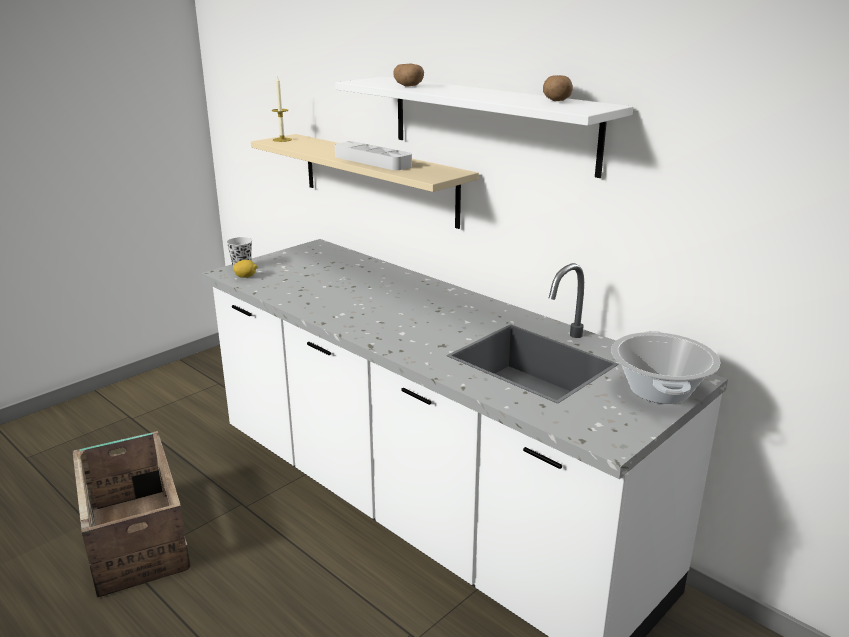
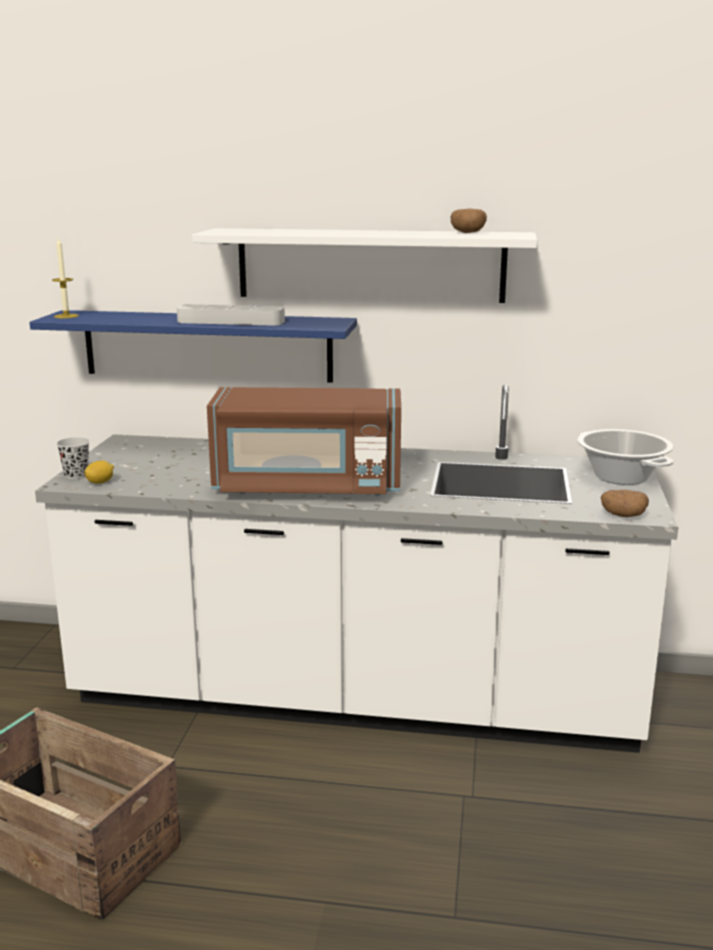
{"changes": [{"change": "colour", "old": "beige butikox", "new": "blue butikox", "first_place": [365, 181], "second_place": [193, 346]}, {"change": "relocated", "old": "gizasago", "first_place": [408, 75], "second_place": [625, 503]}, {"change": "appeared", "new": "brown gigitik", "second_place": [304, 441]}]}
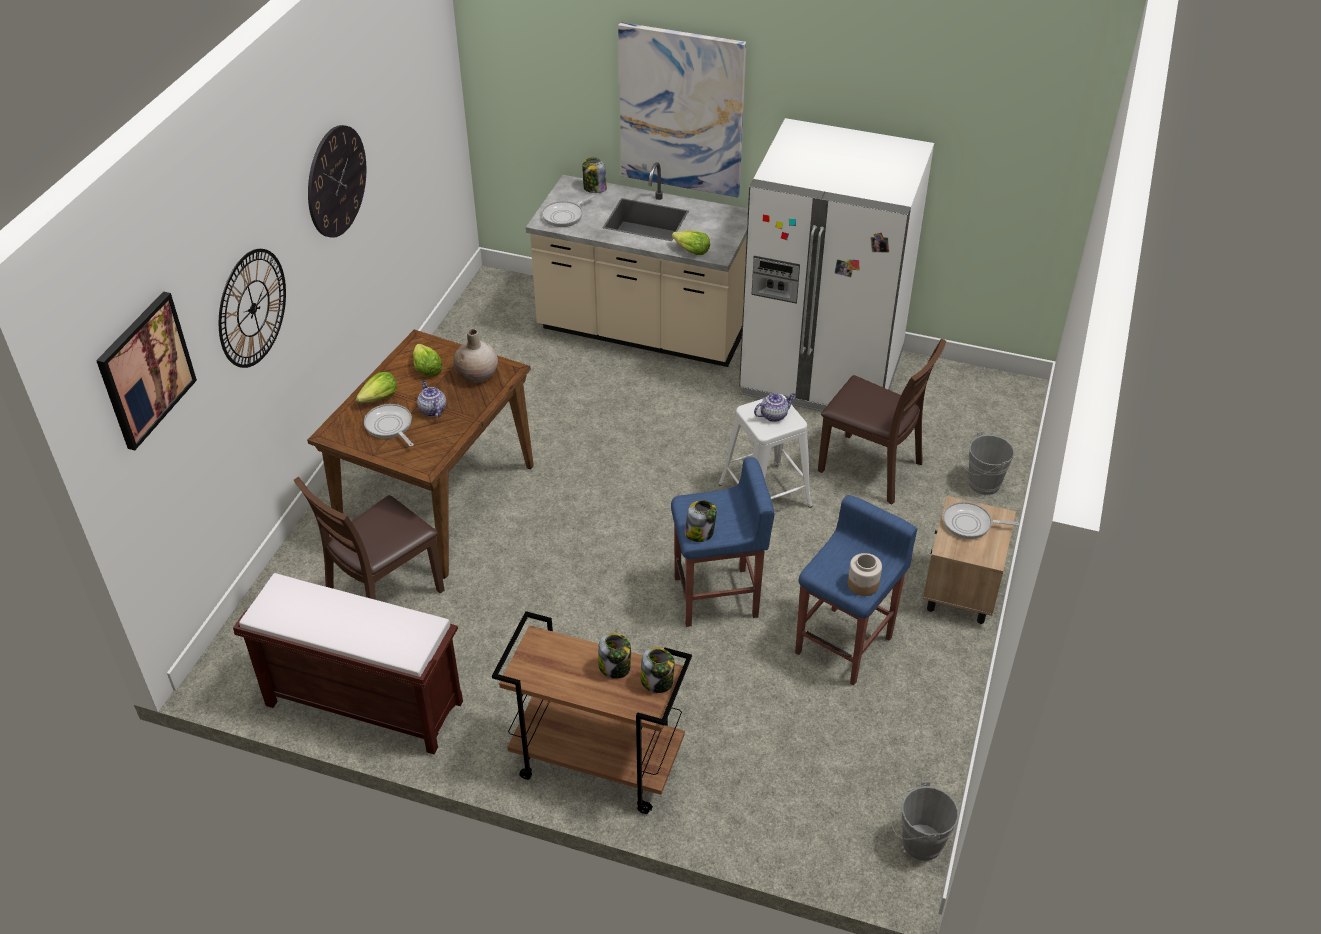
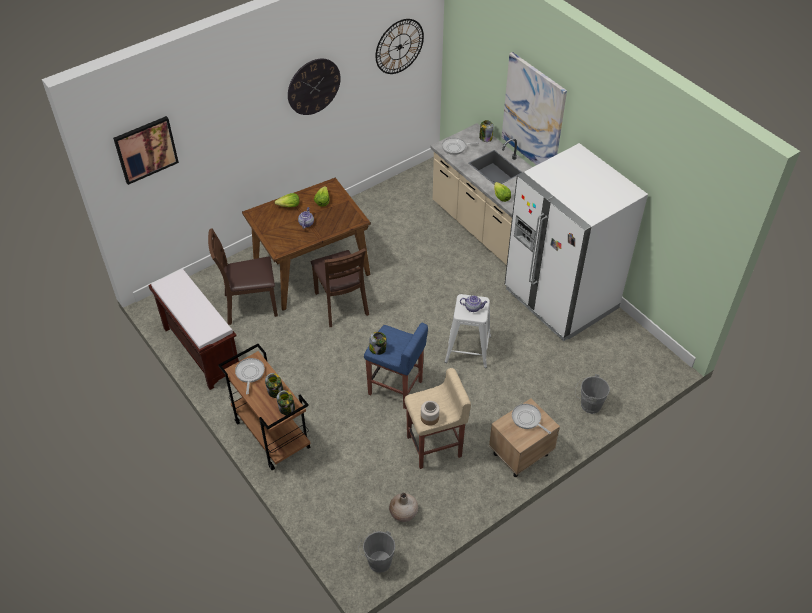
{"changes": [{"change": "relocated", "old": "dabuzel", "first_place": [252, 308], "second_place": [400, 46]}, {"change": "relocated", "old": "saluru", "first_place": [389, 425], "second_place": [250, 376]}, {"change": "relocated", "old": "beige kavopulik", "first_place": [475, 356], "second_place": [403, 507]}, {"change": "colour", "old": "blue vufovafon", "new": "beige vufovafon", "first_place": [856, 590], "second_place": [438, 418]}, {"change": "relocated", "old": "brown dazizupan", "first_place": [882, 422], "second_place": [340, 287]}]}
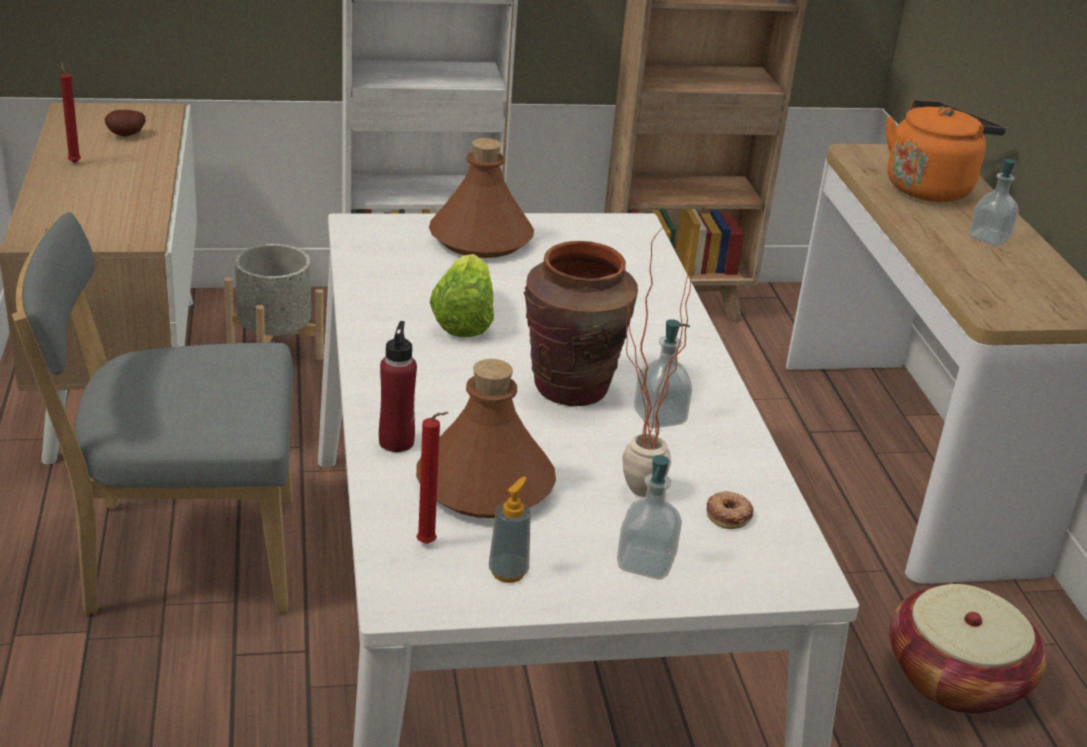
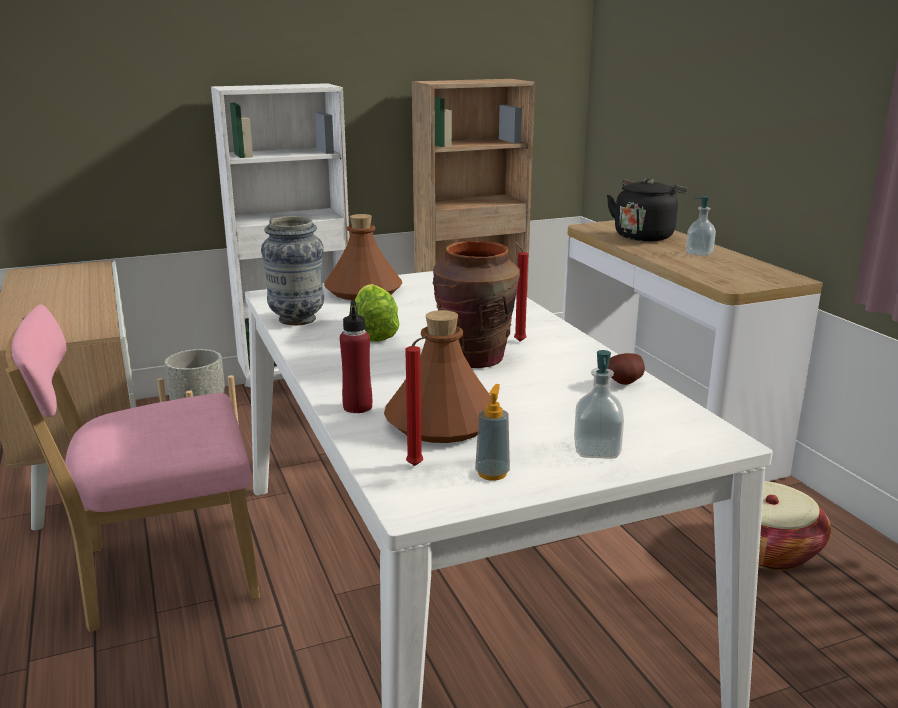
{"changes": [{"change": "colour", "old": "grey dazizupan", "new": "pink dazizupan", "first_place": [152, 413], "second_place": [132, 468]}, {"change": "relocated", "old": "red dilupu", "first_place": [70, 112], "second_place": [521, 291]}, {"change": "relocated", "old": "gizasago", "first_place": [125, 123], "second_place": [626, 369]}, {"change": "missing", "old": "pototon", "first_place": [657, 363]}, {"change": "missing", "old": "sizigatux", "first_place": [663, 373]}, {"change": "missing", "old": "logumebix", "first_place": [730, 510]}, {"change": "colour", "old": "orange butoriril", "new": "black butoriril", "first_place": [946, 151], "second_place": [647, 209]}, {"change": "appeared", "new": "kavopulik", "second_place": [292, 270]}]}
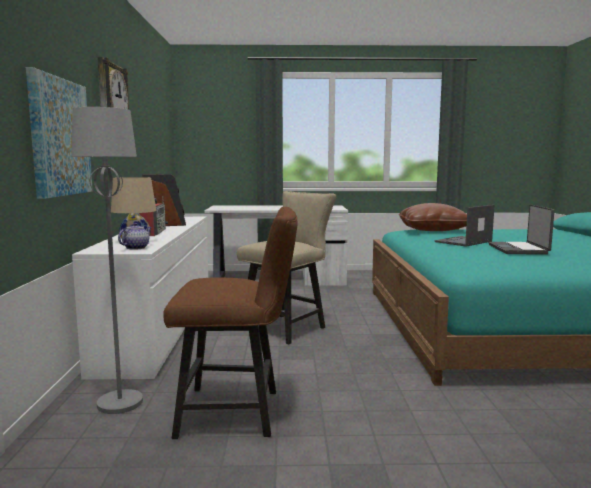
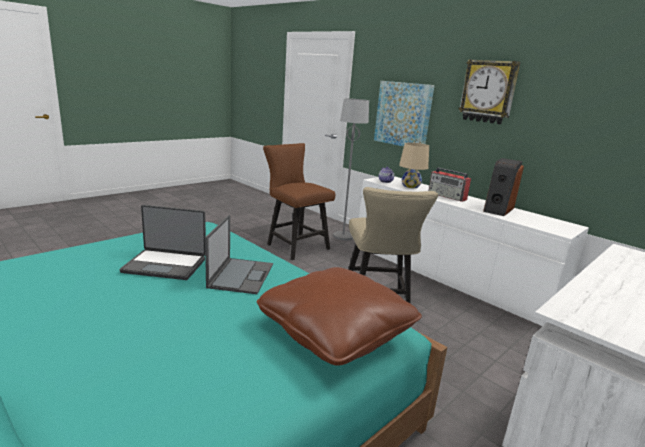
{"changes": [{"change": "spun", "old": "brown dazizupan", "first_place": [230, 323], "second_place": [299, 201], "degrees": 90}, {"change": "spun", "old": "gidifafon", "first_place": [521, 230], "second_place": [163, 242], "degrees": 135}]}
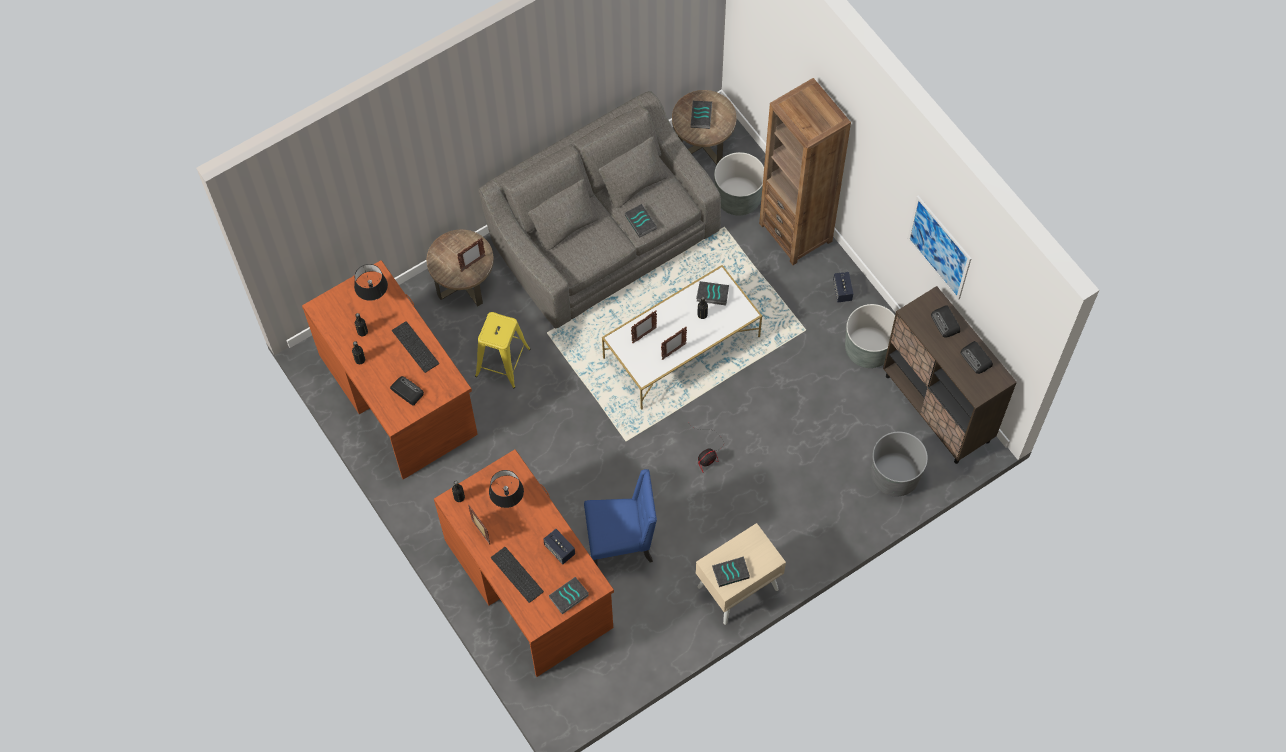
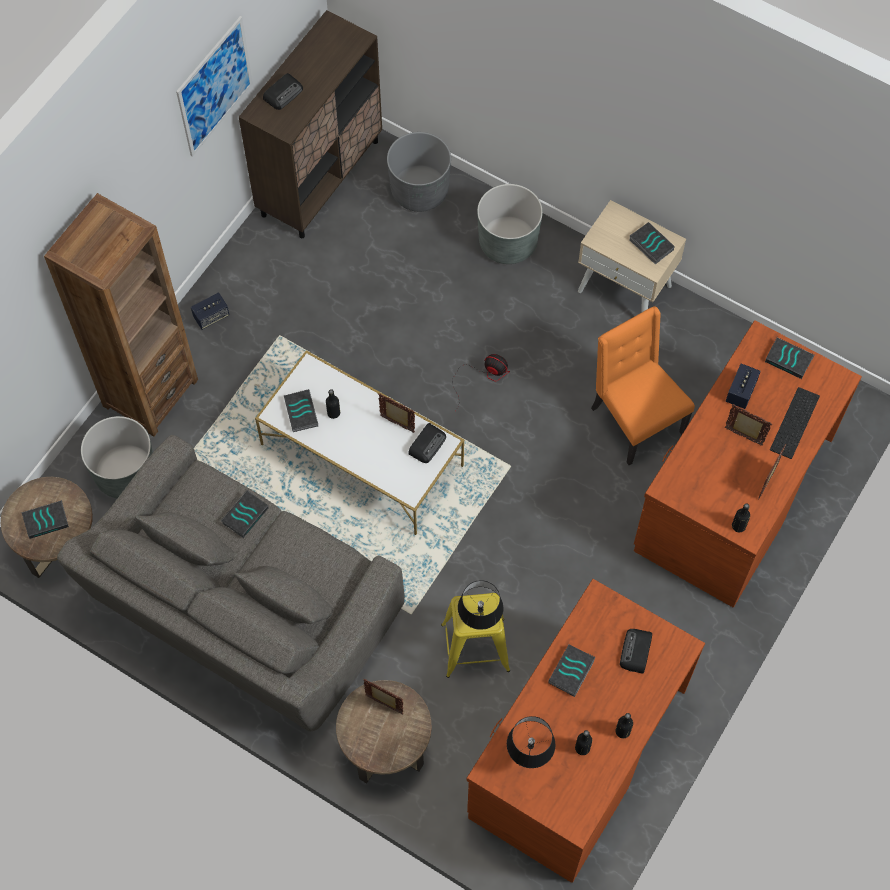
{"changes": [{"change": "exchanged", "old": "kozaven", "new": "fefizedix", "first_place": [415, 347], "second_place": [572, 670]}, {"change": "relocated", "old": "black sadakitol", "first_place": [506, 489], "second_place": [480, 605]}, {"change": "colour", "old": "blue dazizupan", "new": "orange dazizupan", "first_place": [620, 517], "second_place": [643, 385]}, {"change": "relocated", "old": "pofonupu", "first_place": [644, 327], "second_place": [748, 425]}, {"change": "relocated", "old": "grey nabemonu", "first_place": [870, 336], "second_place": [510, 224]}, {"change": "relocated", "old": "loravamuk", "first_place": [977, 357], "second_place": [427, 443]}]}
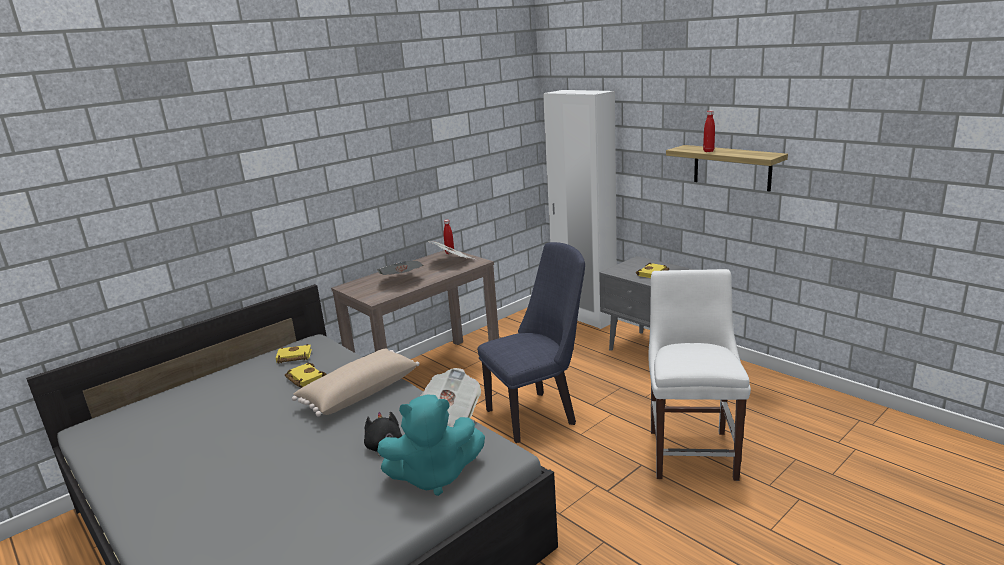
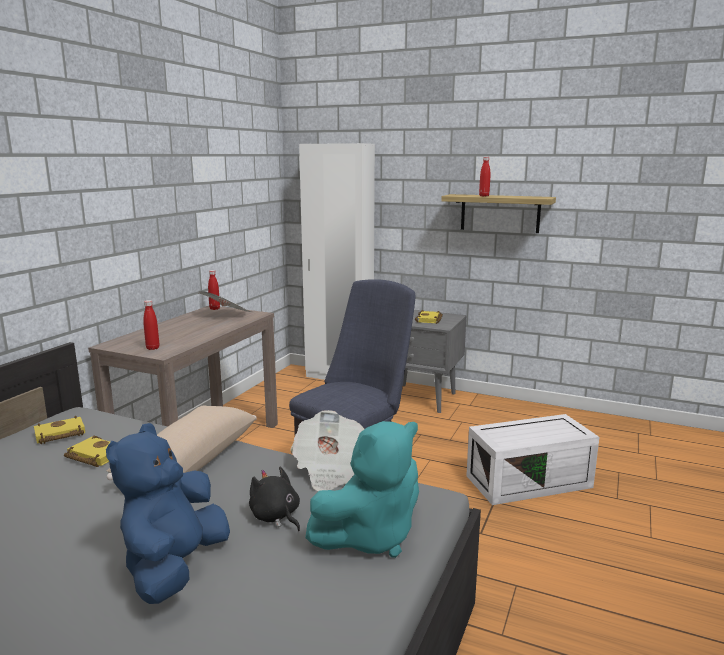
{"changes": [{"change": "missing", "old": "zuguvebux", "first_place": [400, 268]}, {"change": "exchanged", "old": "white dazizupan", "new": "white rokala", "first_place": [699, 375], "second_place": [532, 459]}, {"change": "appeared", "new": "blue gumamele", "second_place": [168, 513]}, {"change": "appeared", "new": "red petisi", "second_place": [151, 325]}]}
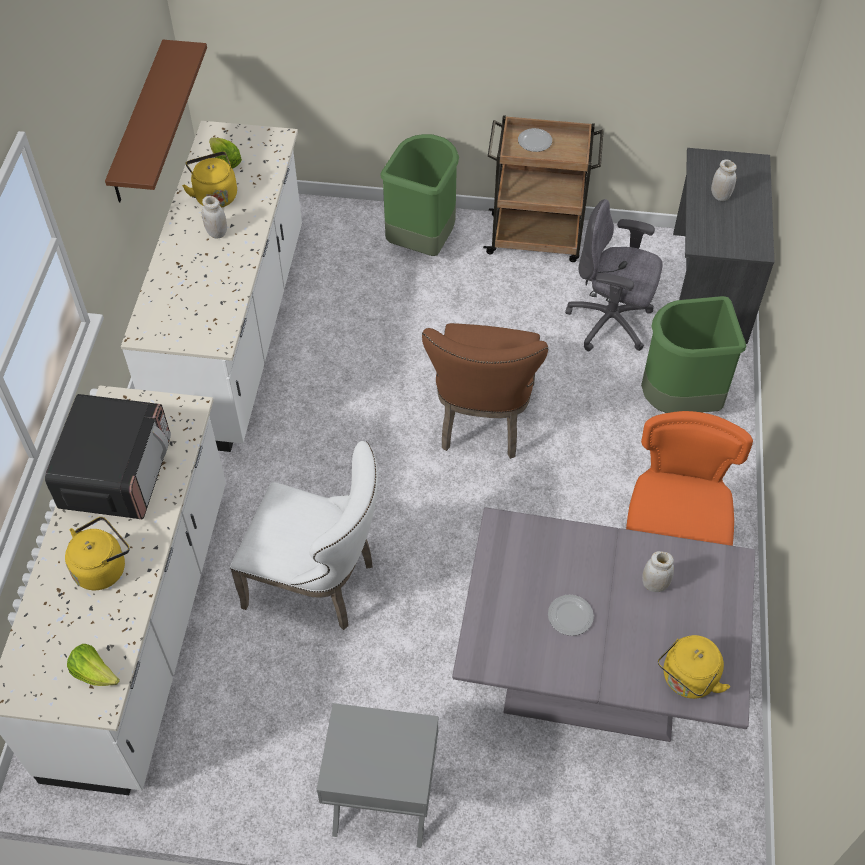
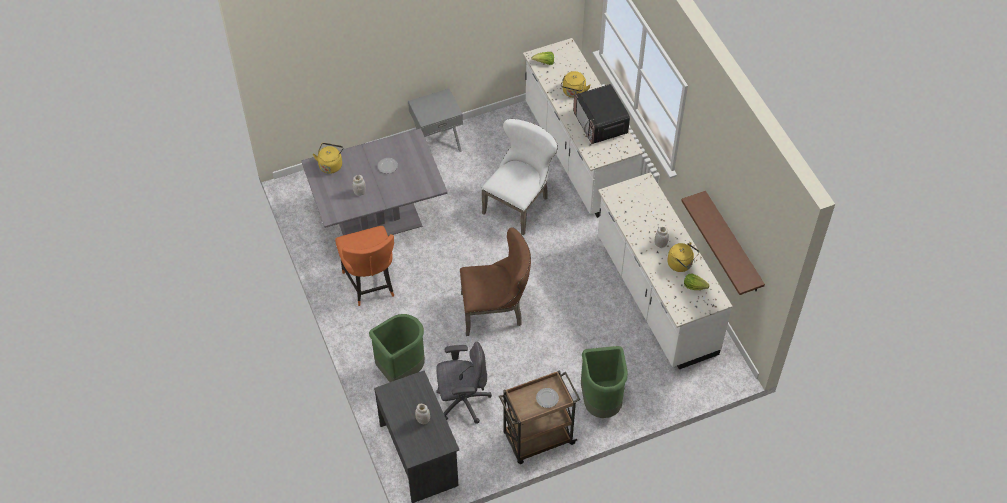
{"changes": [{"change": "spun", "old": "white dazizupan", "first_place": [304, 535], "second_place": [519, 177], "degrees": 135}, {"change": "spun", "old": "brown dazizupan", "first_place": [485, 391], "second_place": [495, 281], "degrees": 105}]}
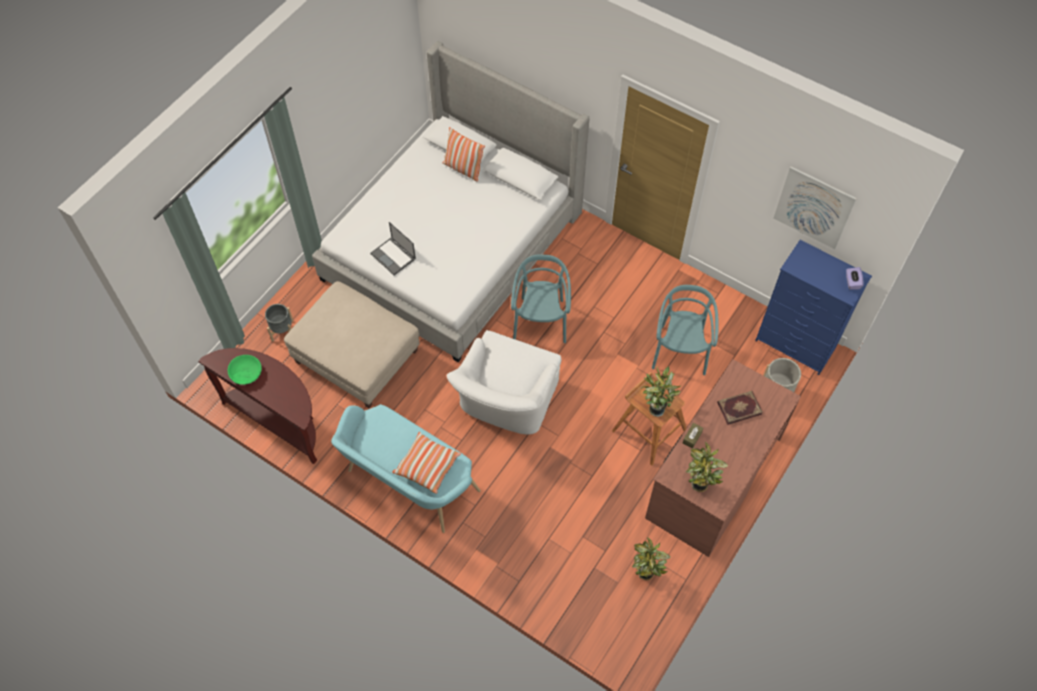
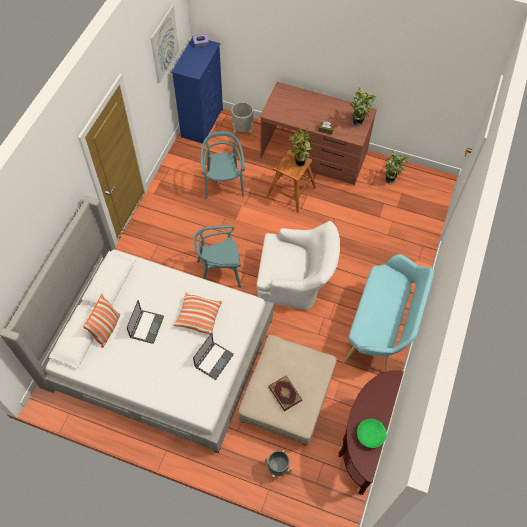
{"changes": [{"change": "relocated", "old": "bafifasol", "first_place": [426, 463], "second_place": [198, 314]}, {"change": "spun", "old": "turquoise dazizupan", "first_place": [685, 330], "second_place": [223, 165], "degrees": 90}, {"change": "relocated", "old": "fefizedix", "first_place": [740, 408], "second_place": [285, 393]}, {"change": "appeared", "new": "gidifafon", "second_place": [145, 322]}]}
